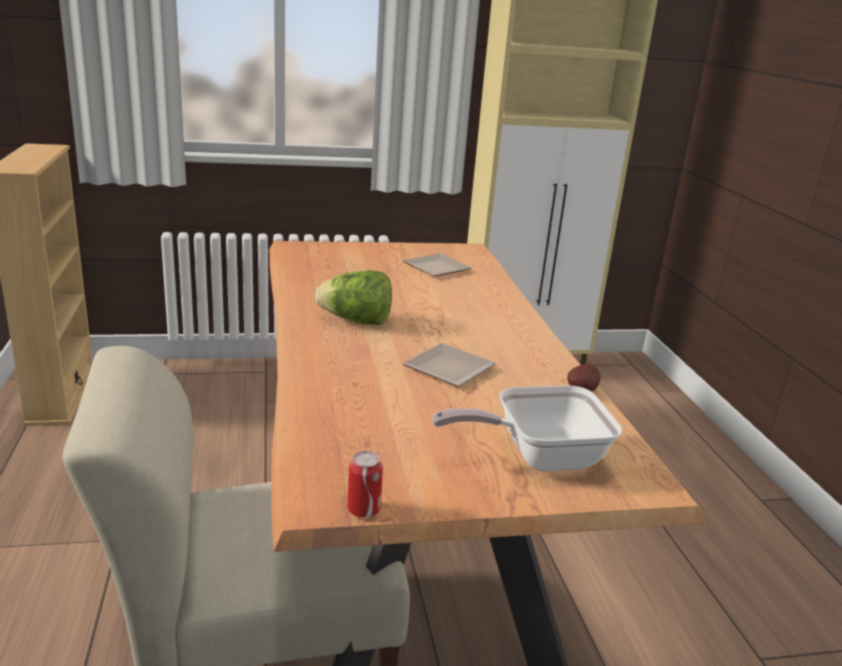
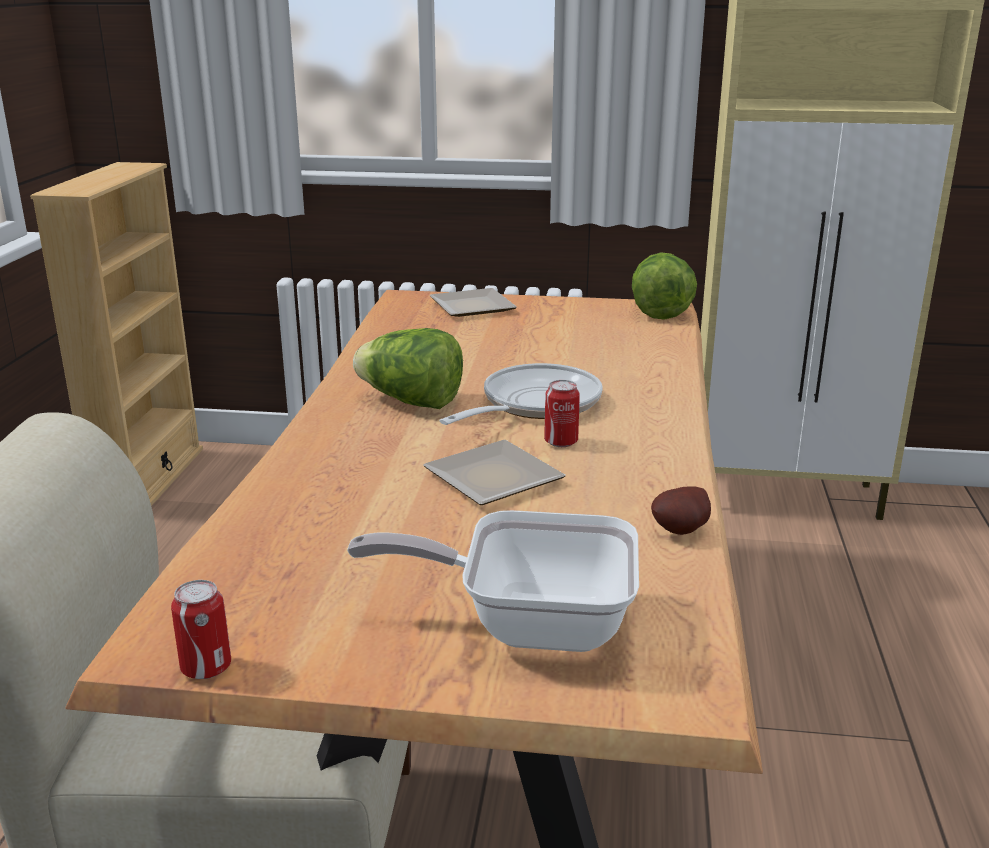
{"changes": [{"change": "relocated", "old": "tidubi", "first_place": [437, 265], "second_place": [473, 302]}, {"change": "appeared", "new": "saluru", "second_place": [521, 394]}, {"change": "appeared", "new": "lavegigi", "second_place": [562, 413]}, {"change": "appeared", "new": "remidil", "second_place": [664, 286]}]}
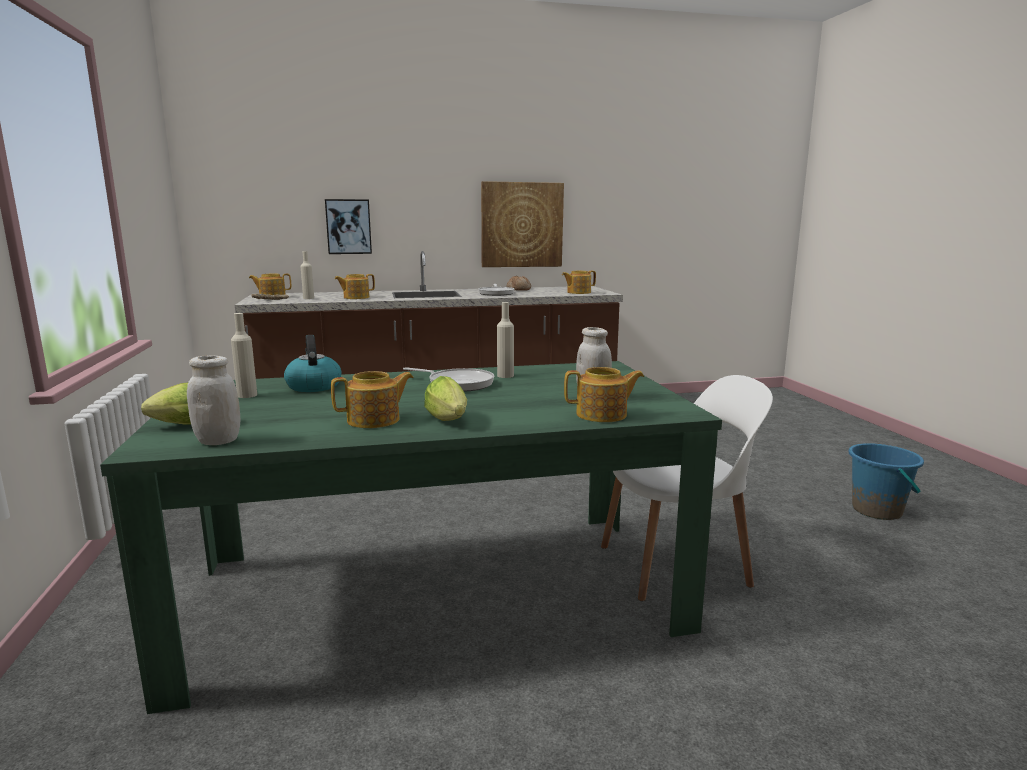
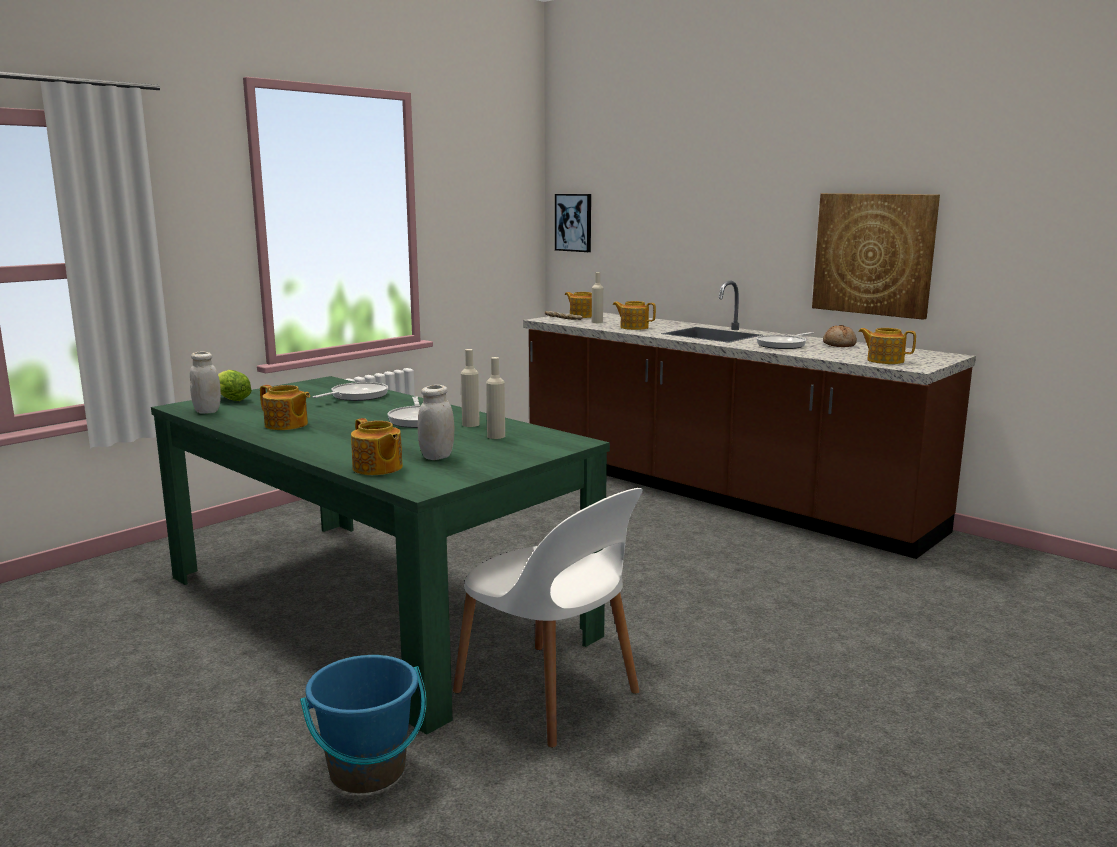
{"changes": [{"change": "relocated", "old": "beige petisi", "first_place": [244, 355], "second_place": [495, 398]}, {"change": "exchanged", "old": "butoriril", "new": "saluru", "first_place": [313, 363], "second_place": [350, 391]}, {"change": "relocated", "old": "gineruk", "first_place": [348, 226], "second_place": [573, 223]}, {"change": "missing", "old": "remidil", "first_place": [445, 398]}, {"change": "relocated", "old": "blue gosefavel", "first_place": [886, 481], "second_place": [363, 724]}]}
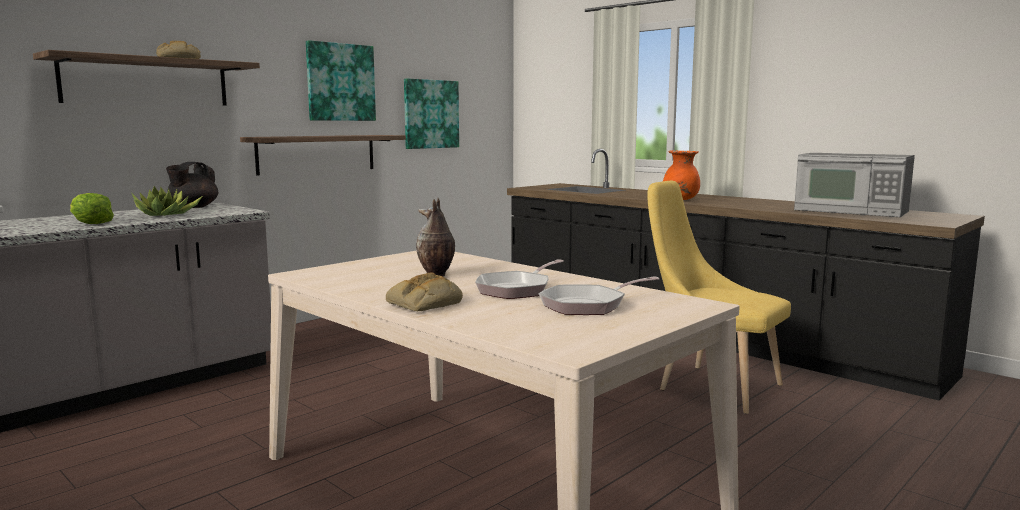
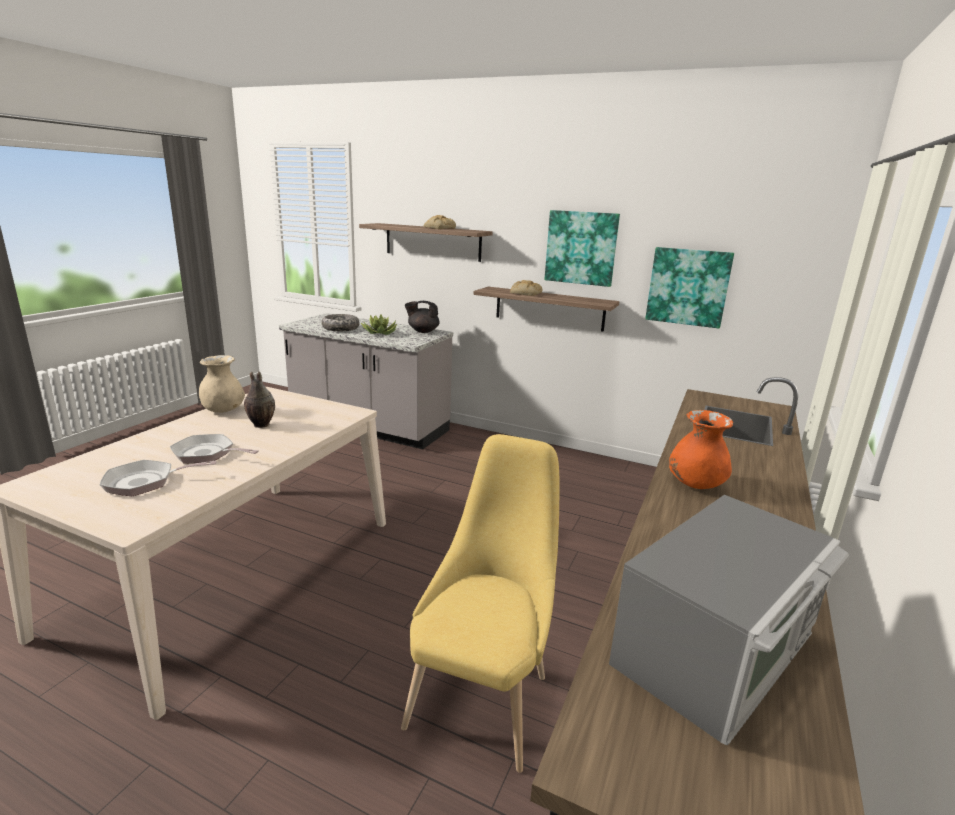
{"changes": [{"change": "exchanged", "old": "remidil", "new": "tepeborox", "first_place": [92, 208], "second_place": [340, 322]}, {"change": "relocated", "old": "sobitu", "first_place": [424, 292], "second_place": [526, 288]}, {"change": "spun", "old": "saluru", "first_place": [599, 295], "second_place": [158, 478], "degrees": -60}, {"change": "spun", "old": "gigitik", "first_place": [854, 185], "second_place": [729, 620], "degrees": -150}, {"change": "appeared", "new": "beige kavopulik", "second_place": [222, 384]}]}
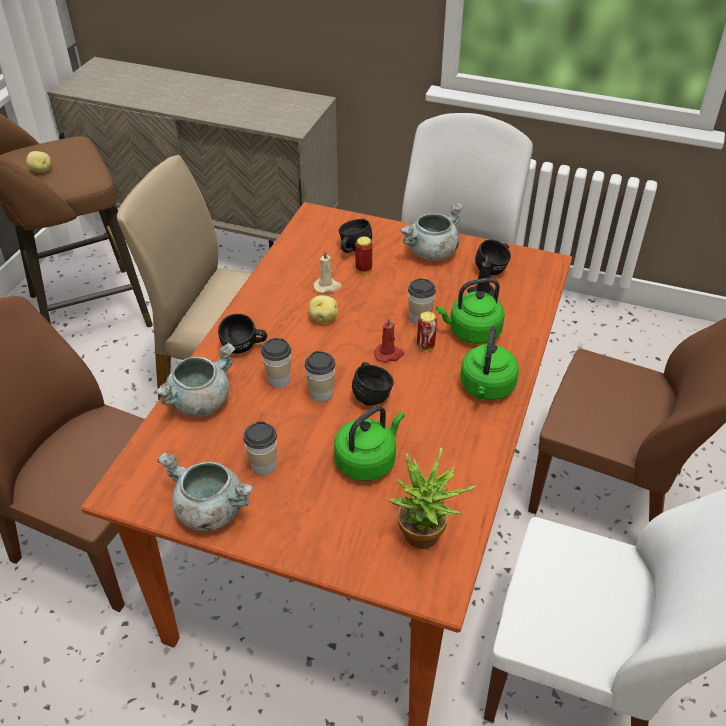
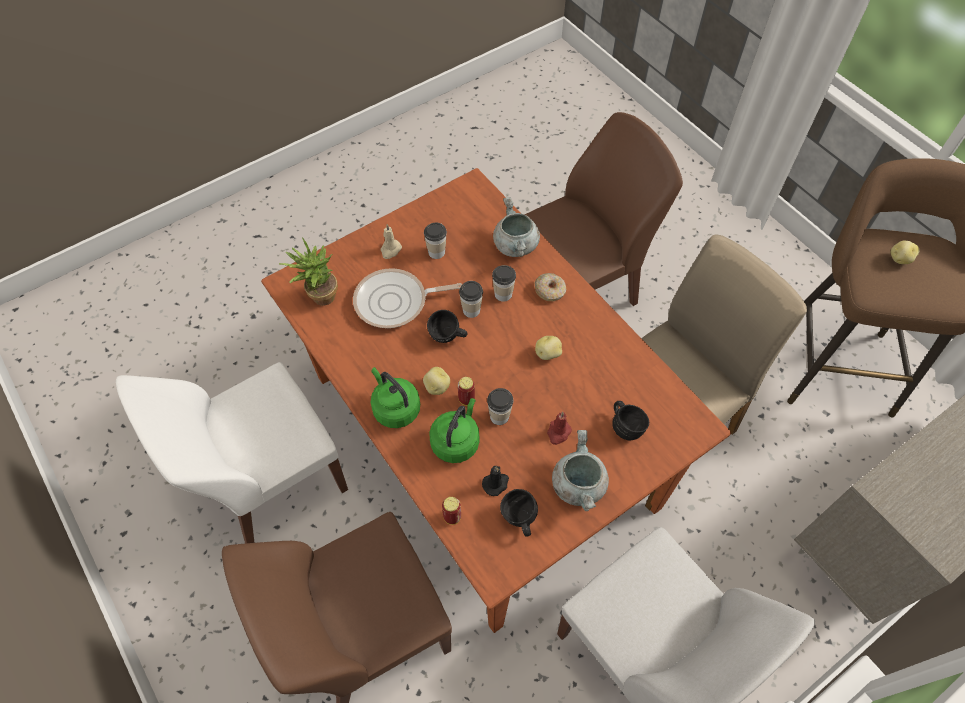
{"changes": [{"change": "missing", "old": "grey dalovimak", "first_place": [205, 492]}, {"change": "exchanged", "old": "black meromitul", "new": "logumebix", "first_place": [242, 333], "second_place": [550, 287]}, {"change": "relocated", "old": "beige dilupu", "first_place": [327, 271], "second_place": [391, 241]}, {"change": "exchanged", "old": "green butoriril", "new": "saluru", "first_place": [369, 443], "second_place": [407, 298]}, {"change": "relocated", "old": "lavegigi", "first_place": [363, 254], "second_place": [451, 511]}, {"change": "relocated", "old": "red dilupu", "first_place": [389, 339], "second_place": [559, 428]}, {"change": "appeared", "new": "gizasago", "second_place": [436, 381]}]}
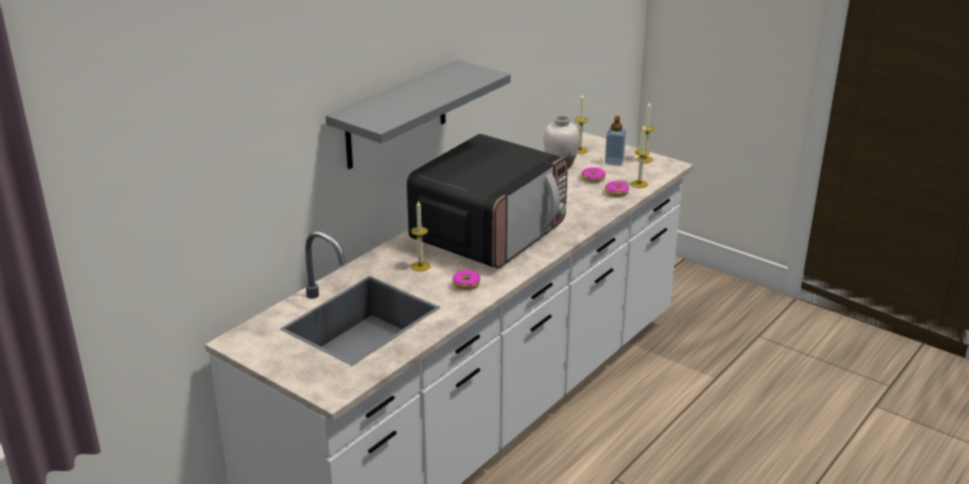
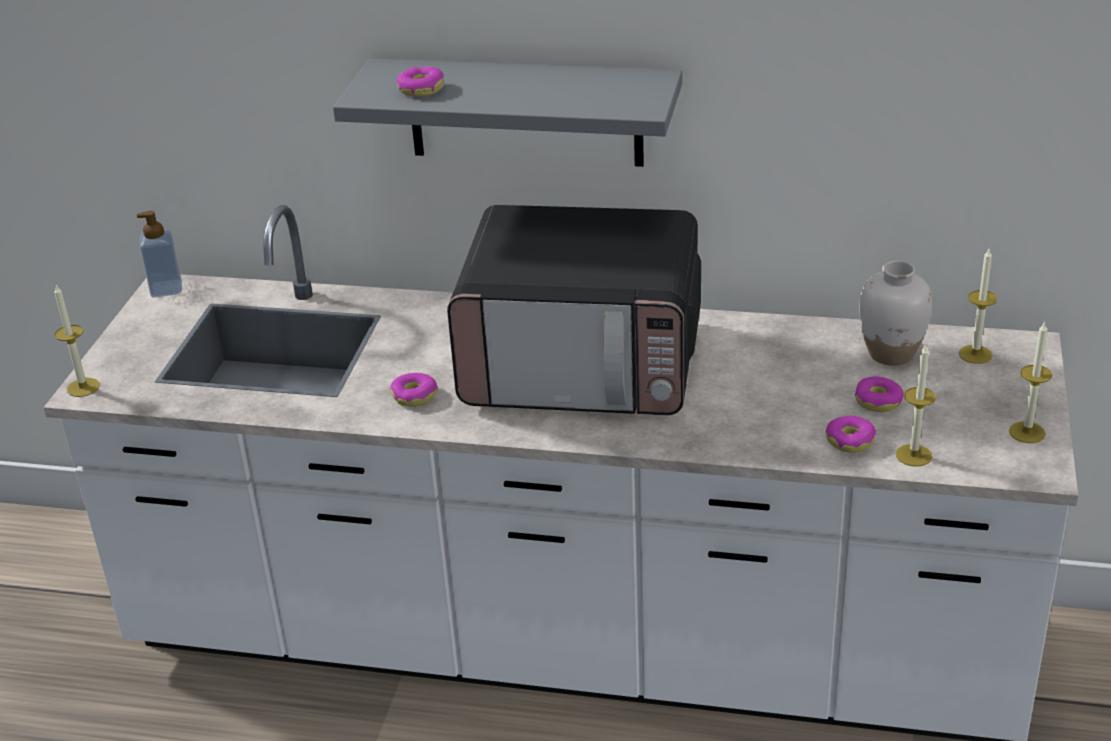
{"changes": [{"change": "relocated", "old": "dilupu", "first_place": [421, 235], "second_place": [77, 341]}, {"change": "relocated", "old": "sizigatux", "first_place": [615, 141], "second_place": [159, 254]}, {"change": "appeared", "new": "logumebix", "second_place": [420, 81]}]}
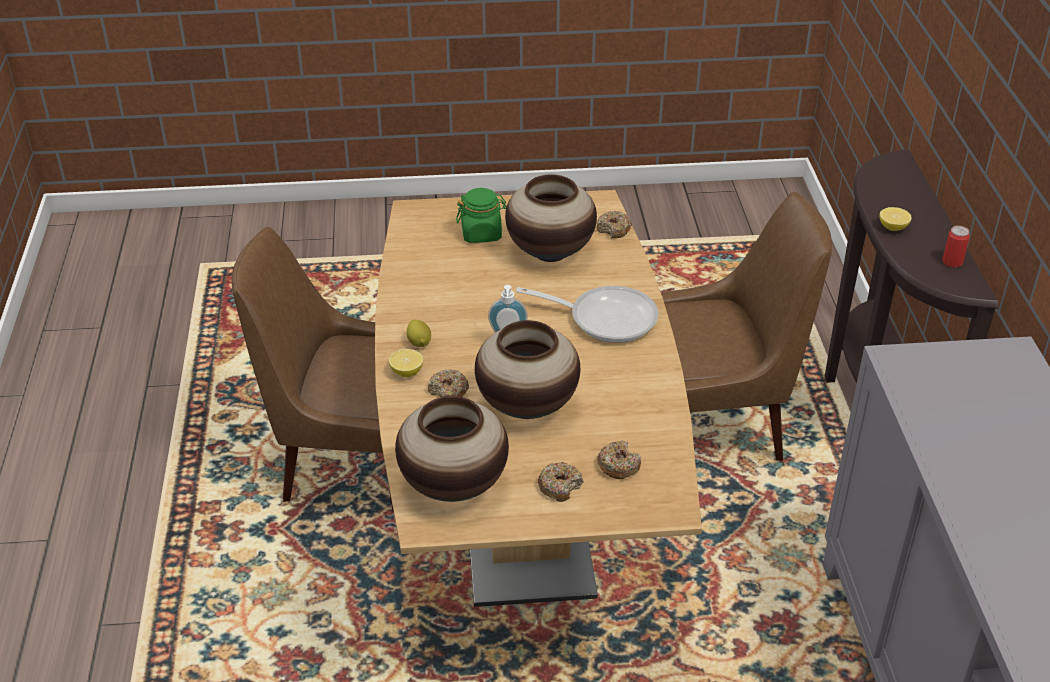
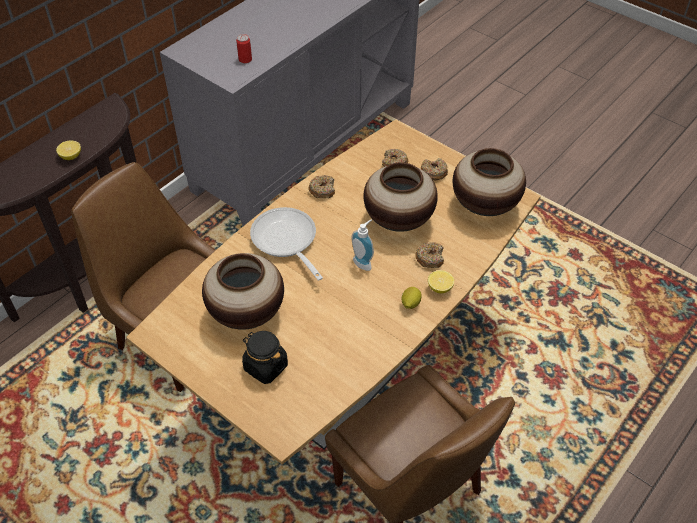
{"changes": [{"change": "colour", "old": "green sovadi", "new": "black sovadi", "first_place": [481, 215], "second_place": [265, 357]}, {"change": "relocated", "old": "logumebix", "first_place": [614, 224], "second_place": [322, 186]}, {"change": "relocated", "old": "lavegigi", "first_place": [956, 247], "second_place": [244, 48]}]}
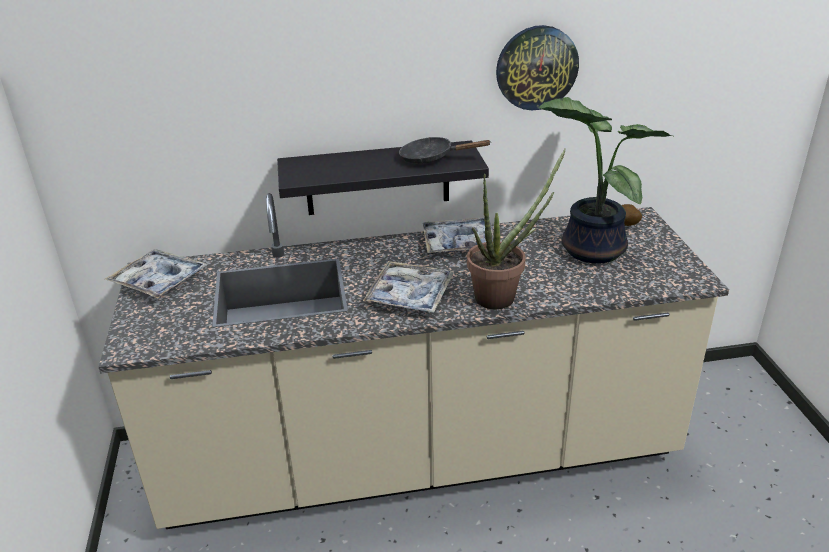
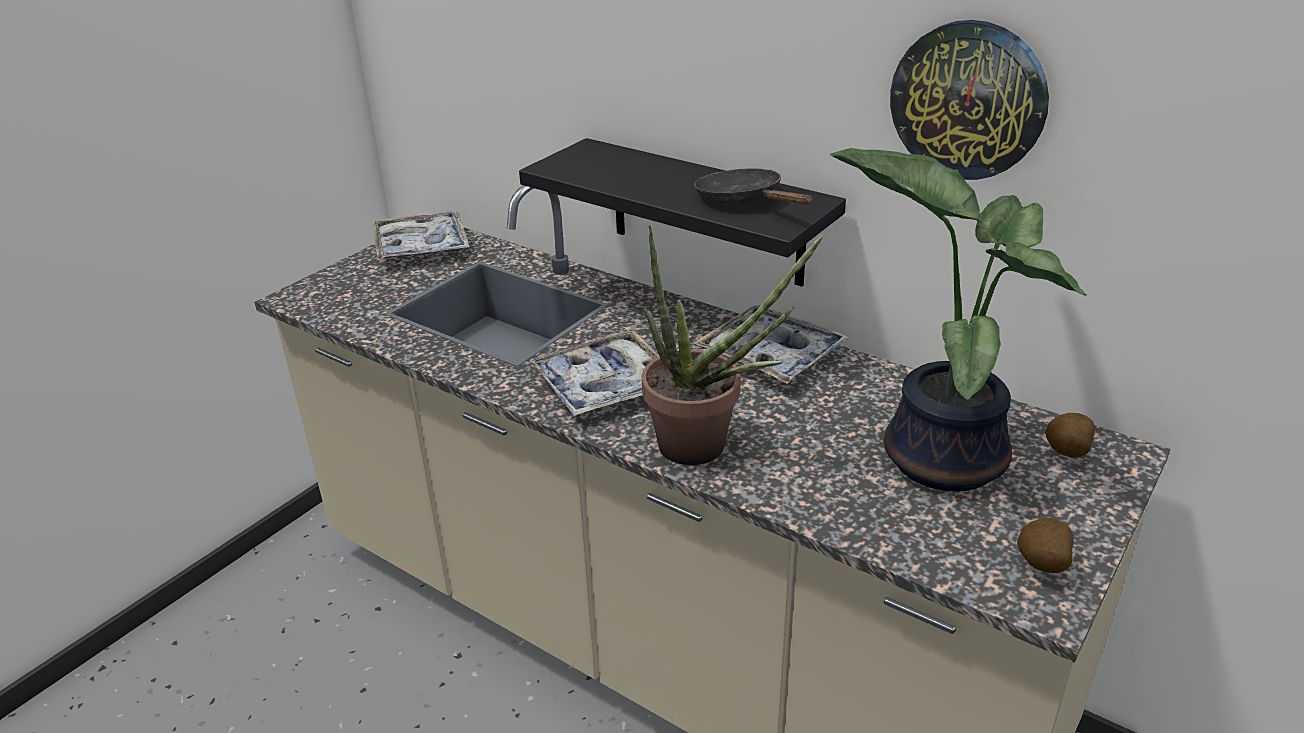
{"changes": [{"change": "appeared", "new": "gizasago", "second_place": [1045, 545]}]}
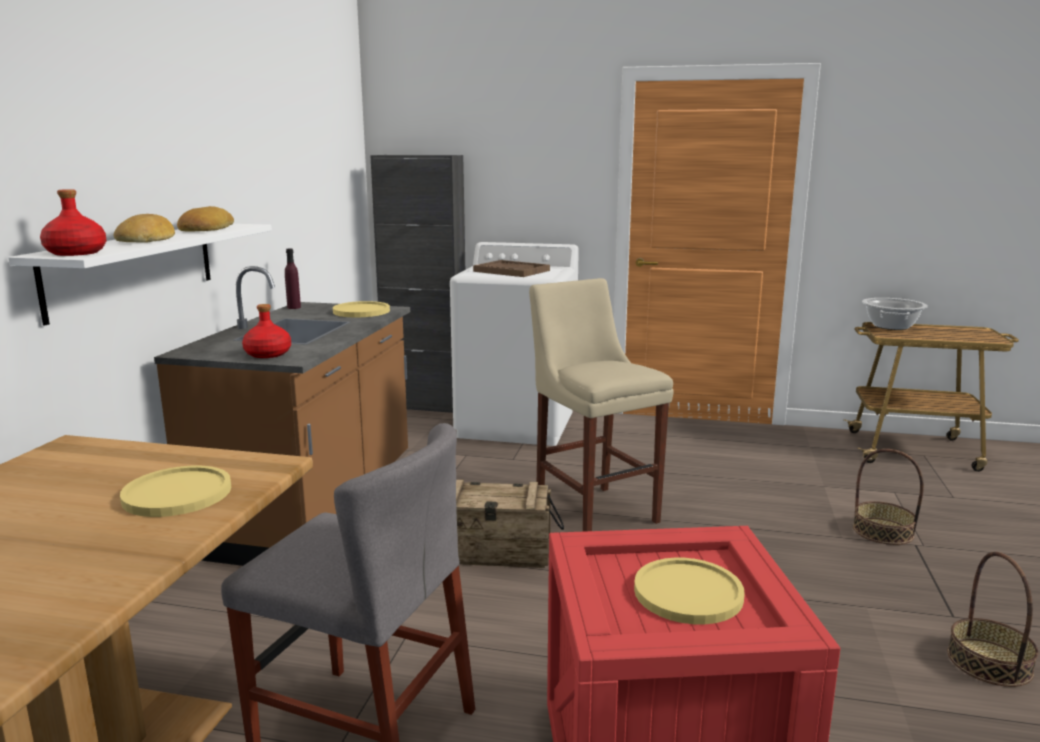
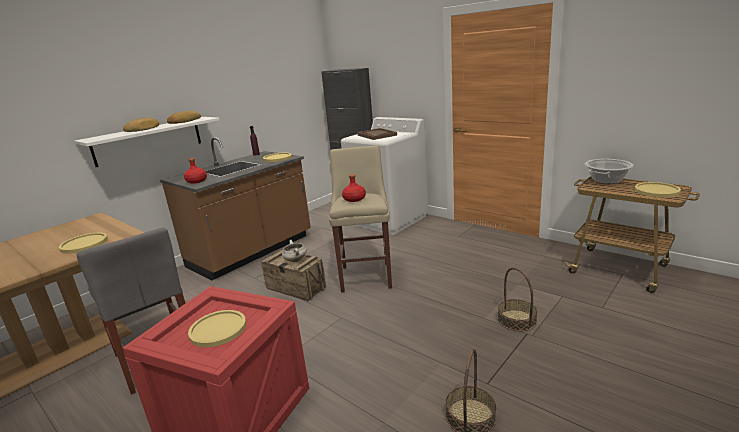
{"changes": [{"change": "relocated", "old": "red petisi", "first_place": [73, 222], "second_place": [354, 188]}, {"change": "appeared", "new": "white dalovimak", "second_place": [294, 251]}, {"change": "appeared", "new": "yellow tidubi", "second_place": [658, 190]}]}
